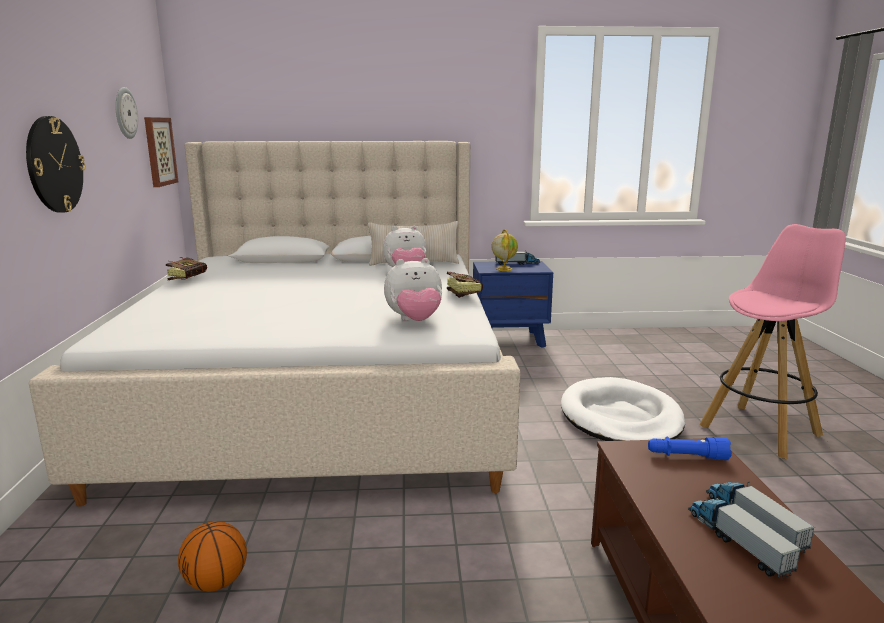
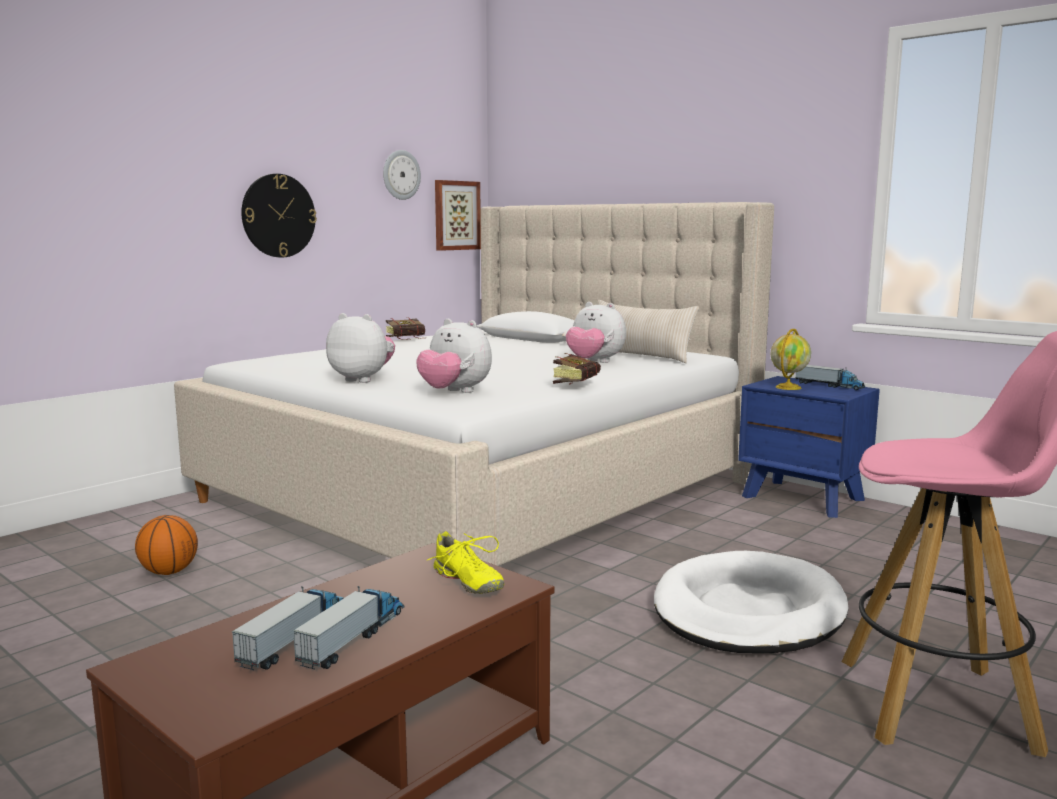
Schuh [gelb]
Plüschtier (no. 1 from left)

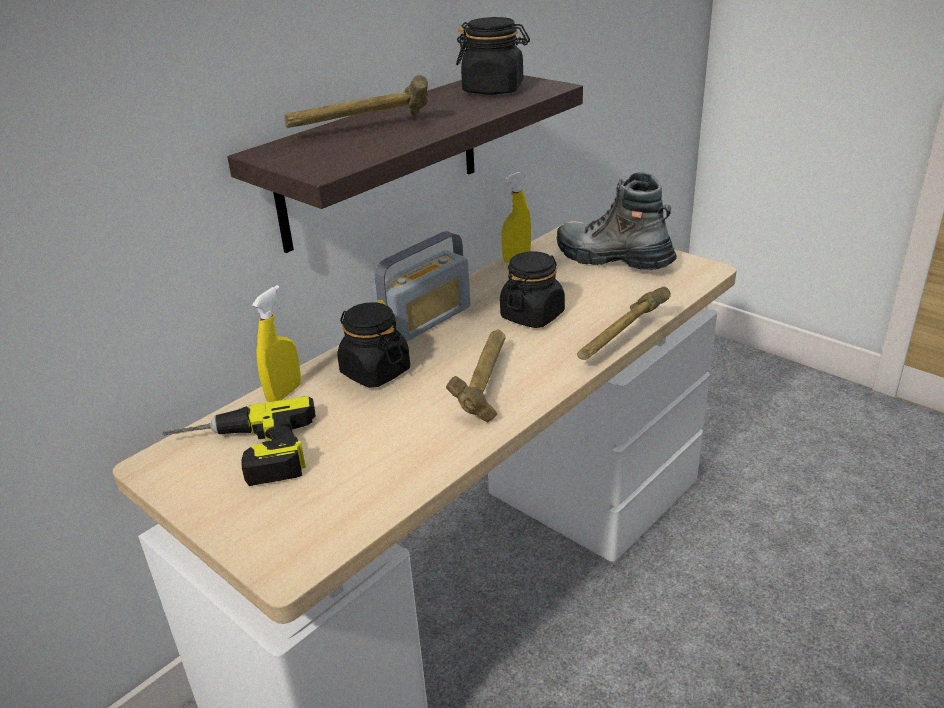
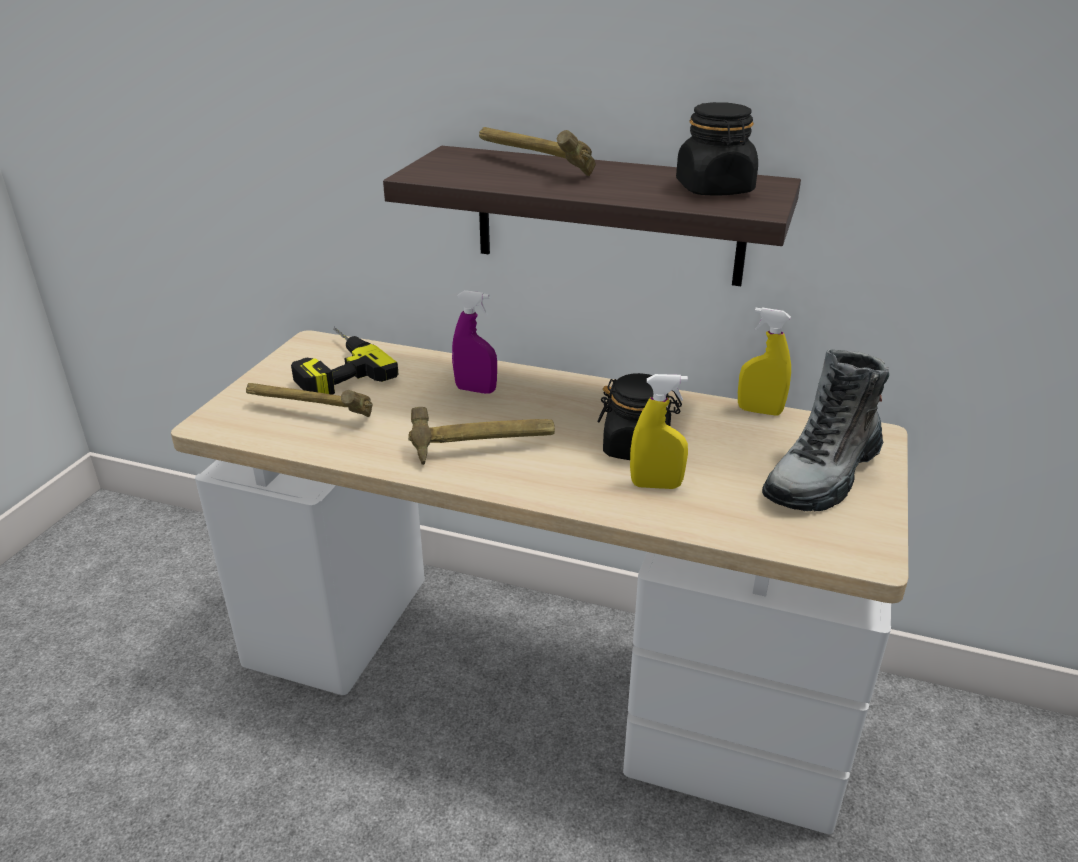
Stiefel
Radio
Sprühflasche [gelb] (no. 1 from left)
Hammer (no. 1 from left)
Sprühflasche [lila]

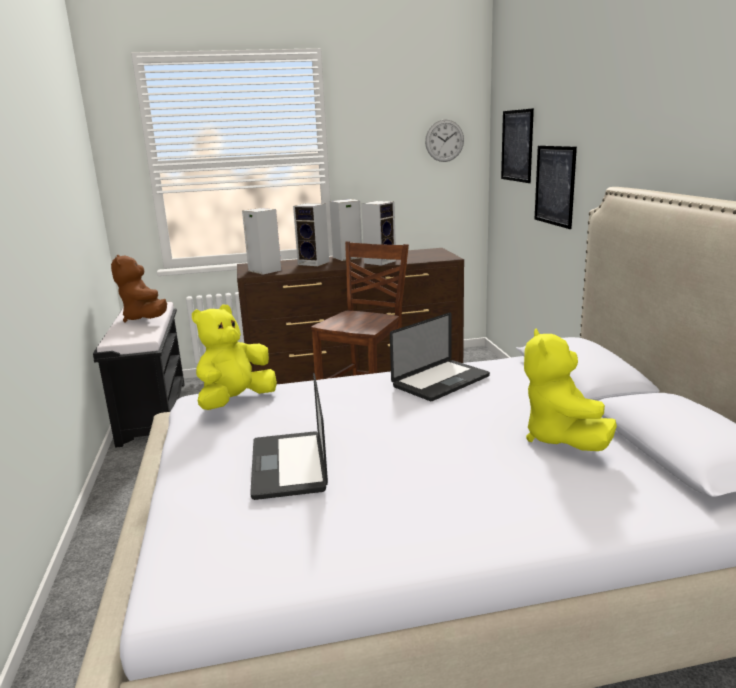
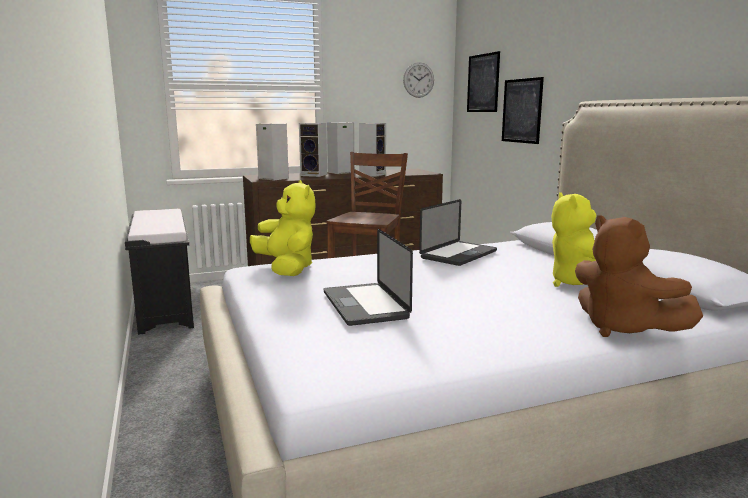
Plüschtier [braun]
Plüschtier [gelb] (no. 1 from left)

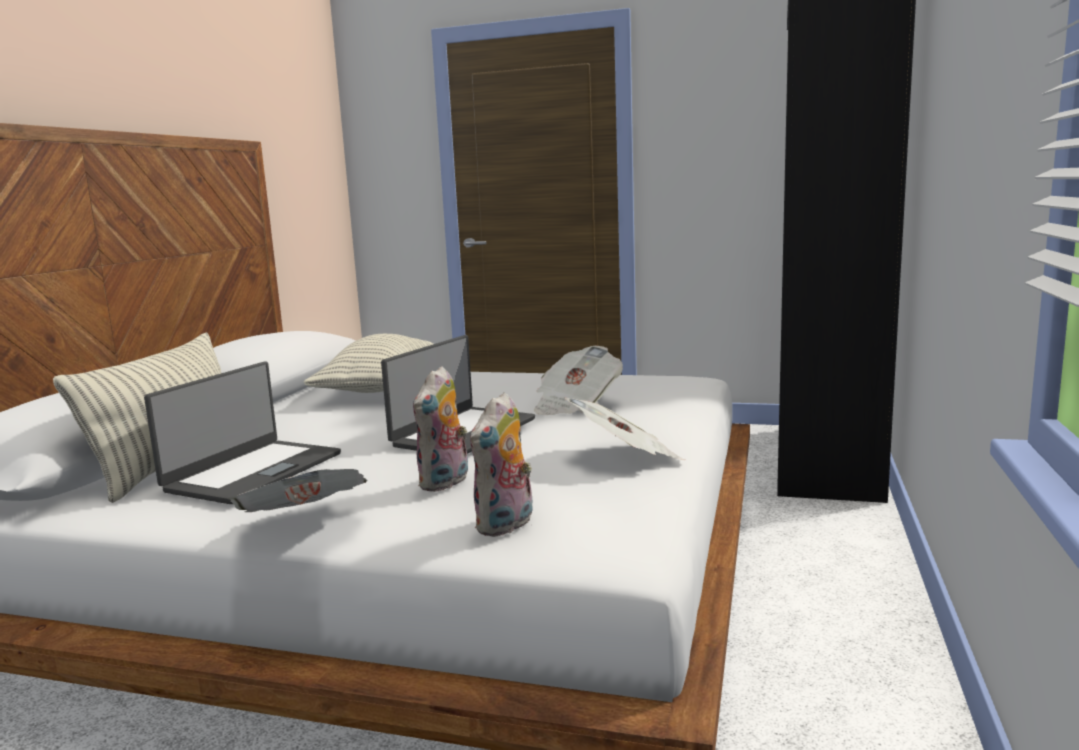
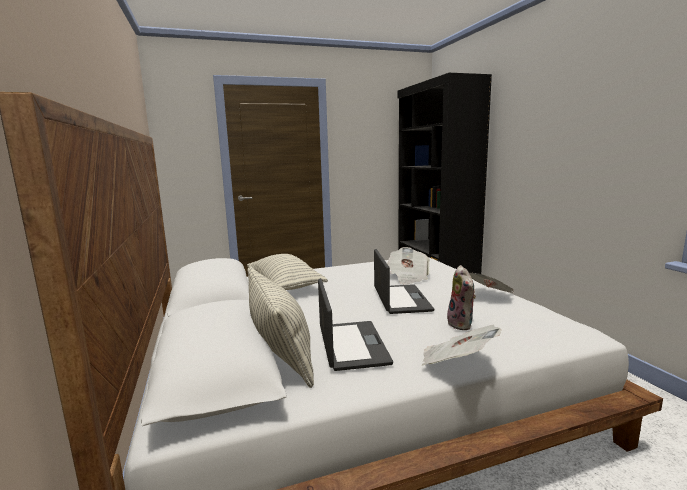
Plüschtier (no. 2 from left in the first image)

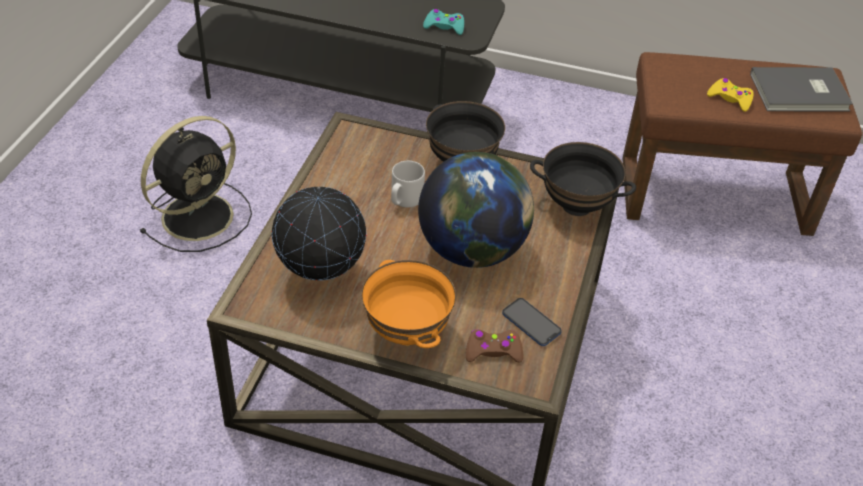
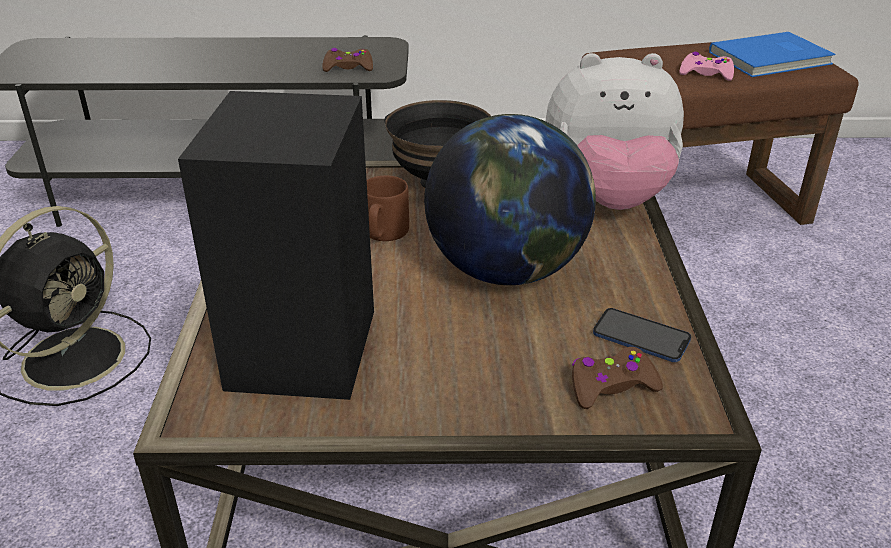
Gamepad [braun] (no. 1 from left)
Buch [blau]
Gamepad [rosa]
Plüschtier
Henkelbecher [braun]
Lautsprecher [schwarz]
Schüssel [orange]

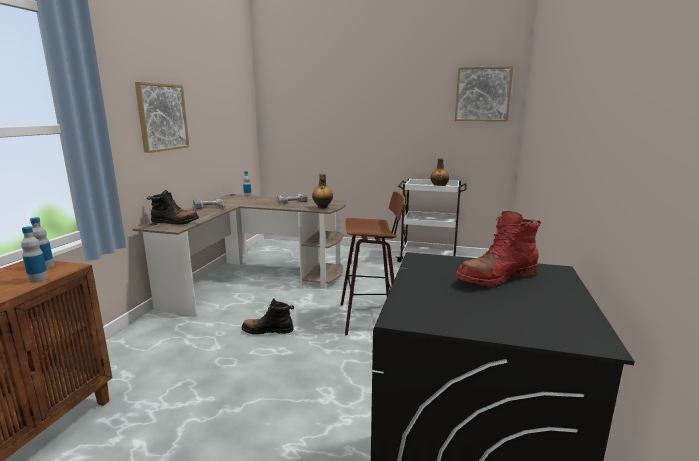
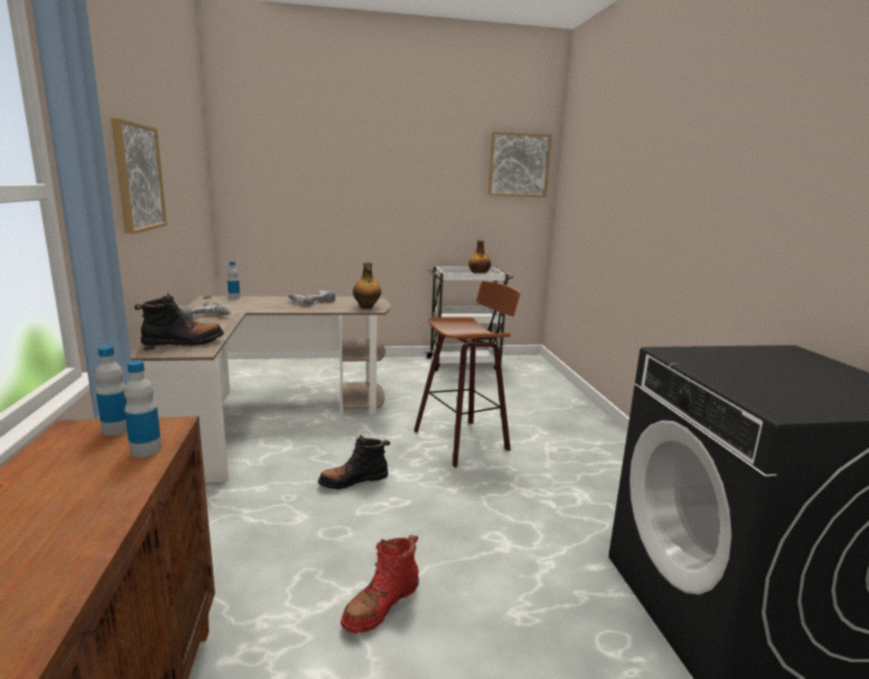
Stiefel [rot]

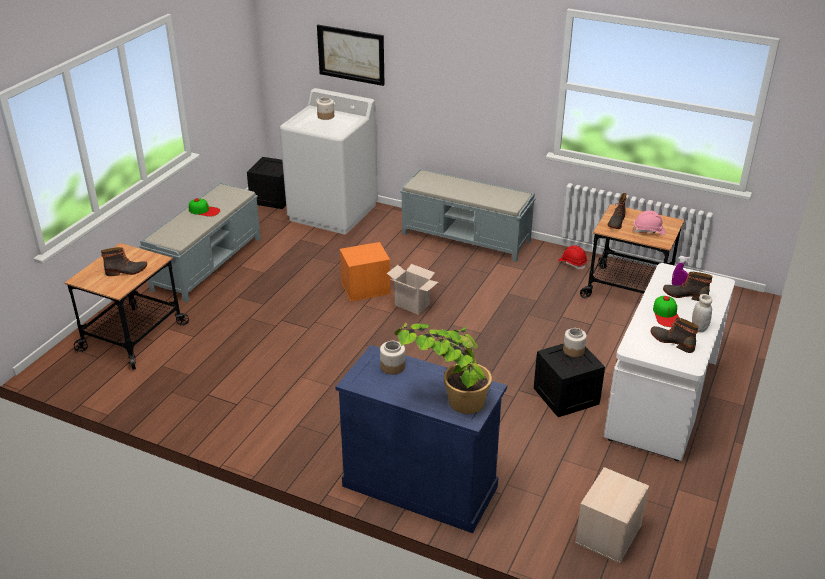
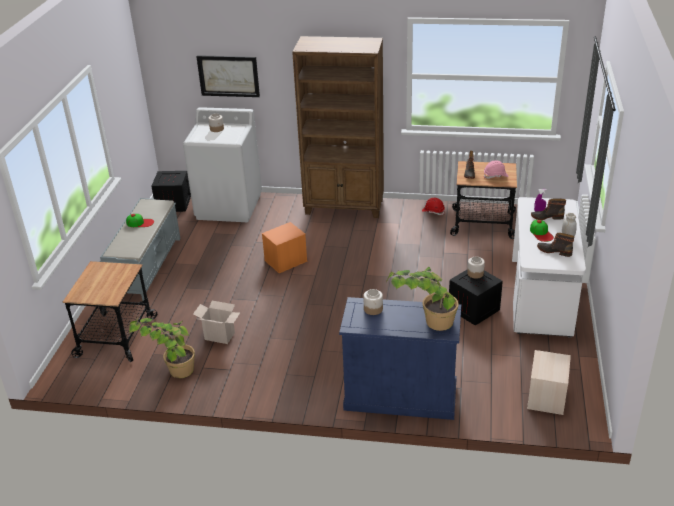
Bücherregal [braun]
Stiefel (no. 1 from left in the first image)
Karton
Topfpflanze (no. 1 from left)

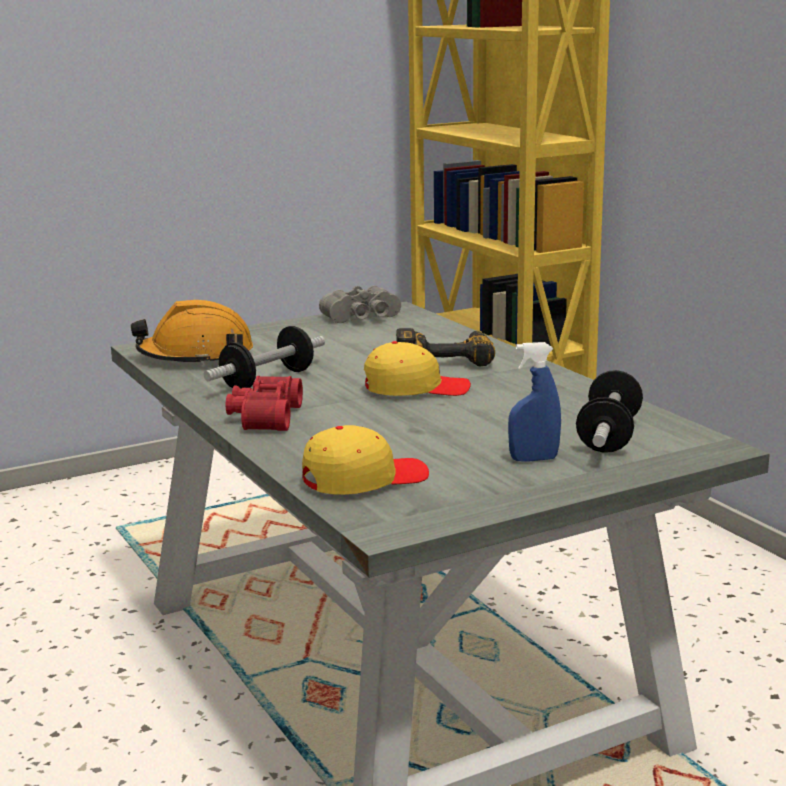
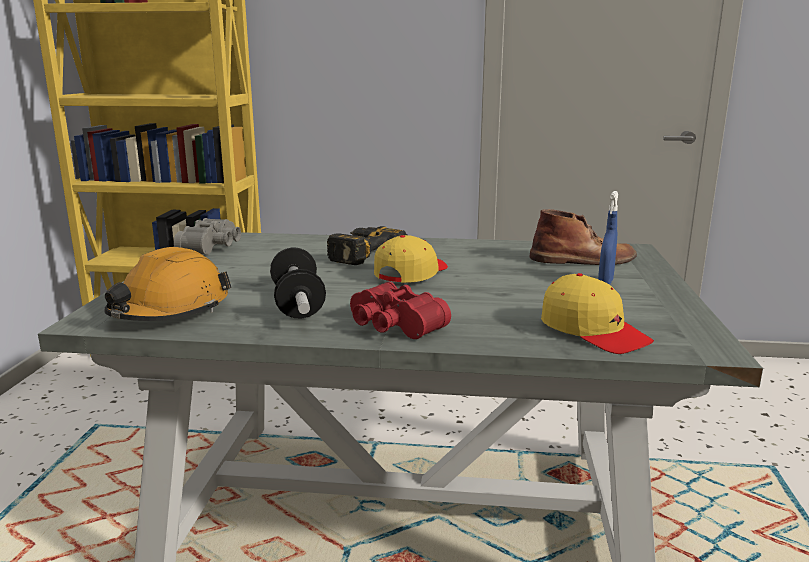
Stiefel [braun]
Kappe [gelb] (no. 2 from left)

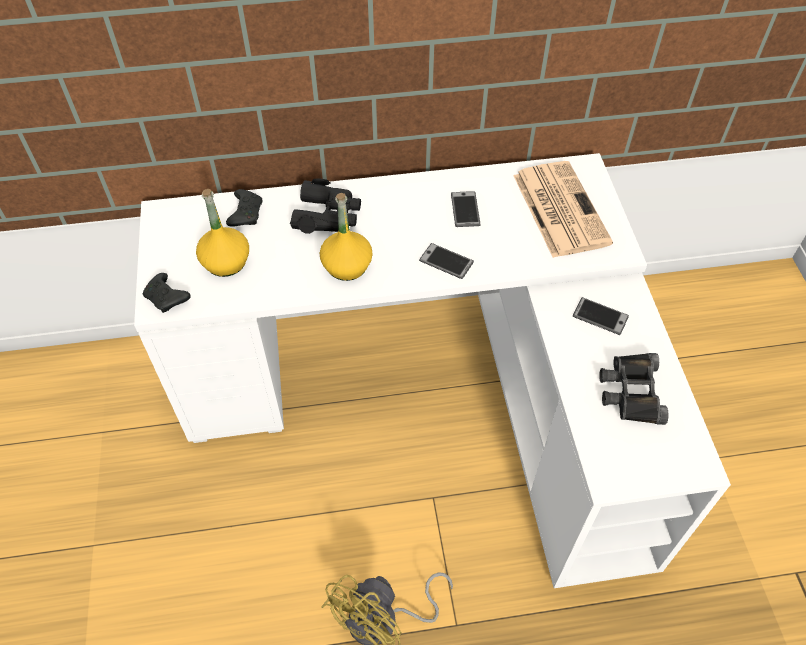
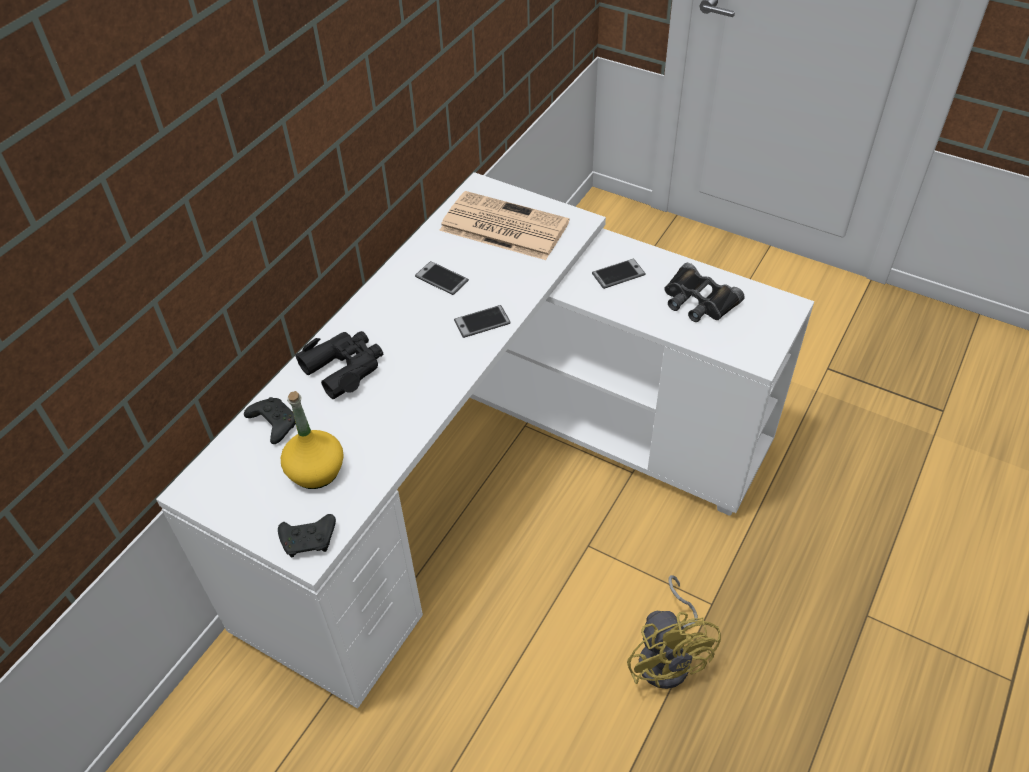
Flasche [gelb] (no. 2 from left in the first image)

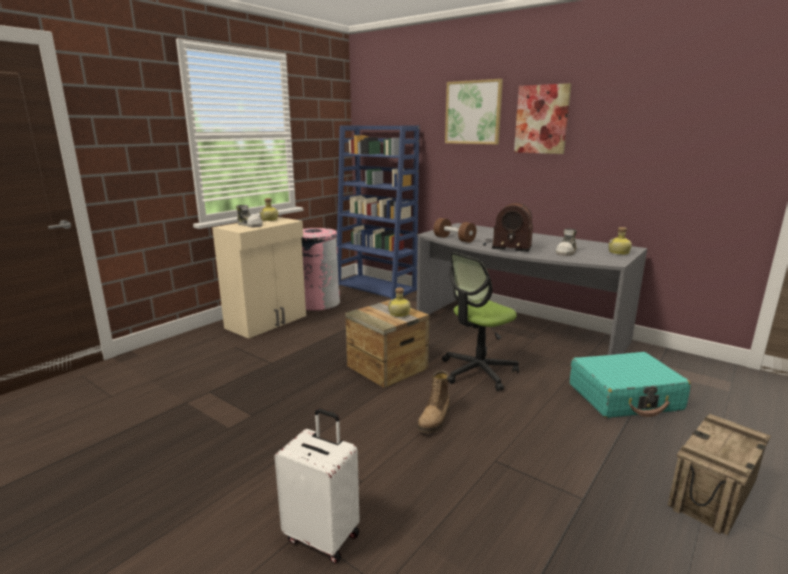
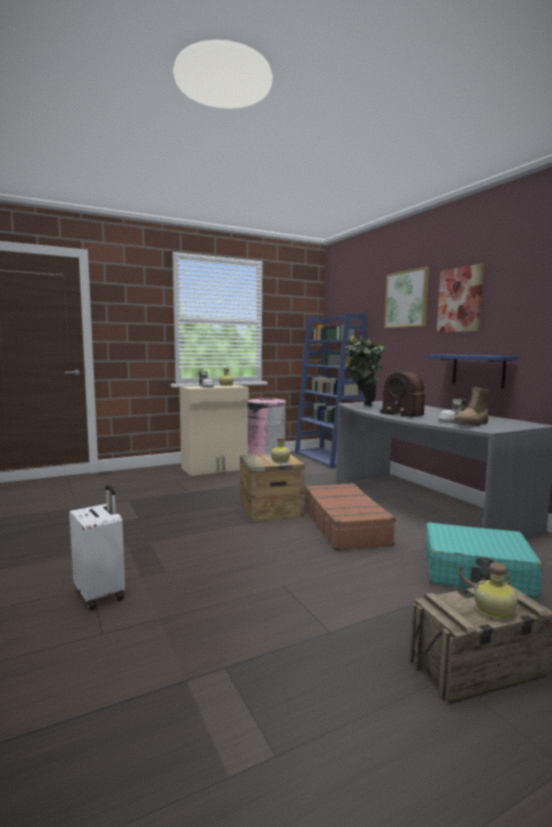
Topfpflanze
Flasche (no. 3 from left)
Koffer [braun]
Stiefel
Wandregal [blau]

